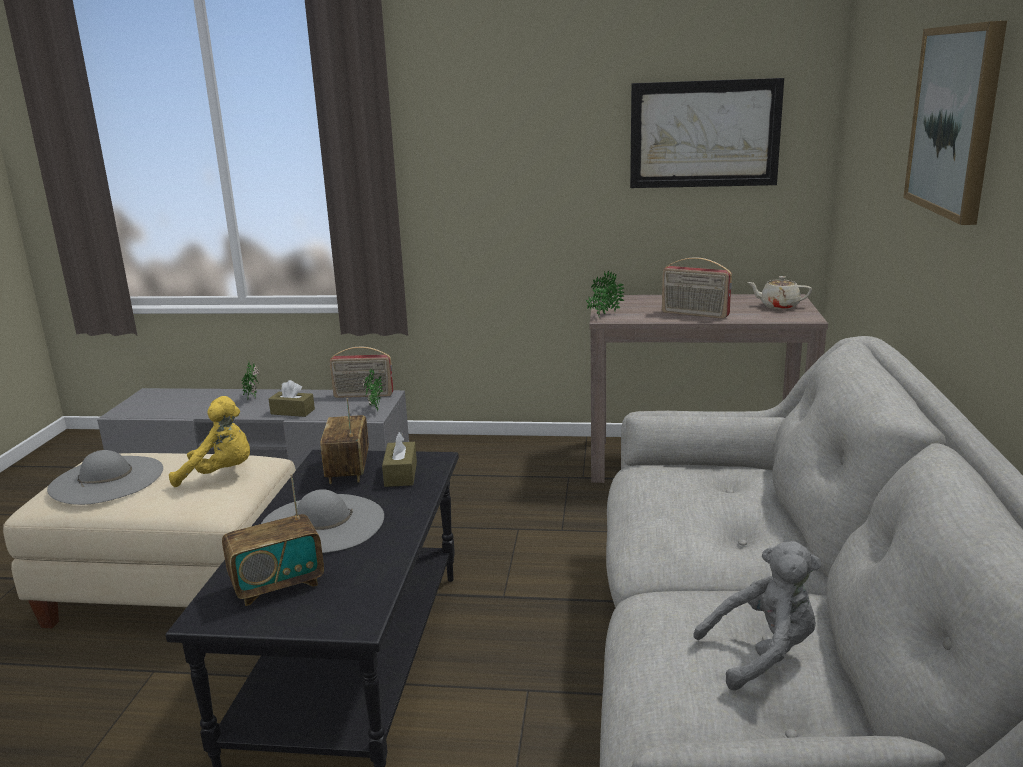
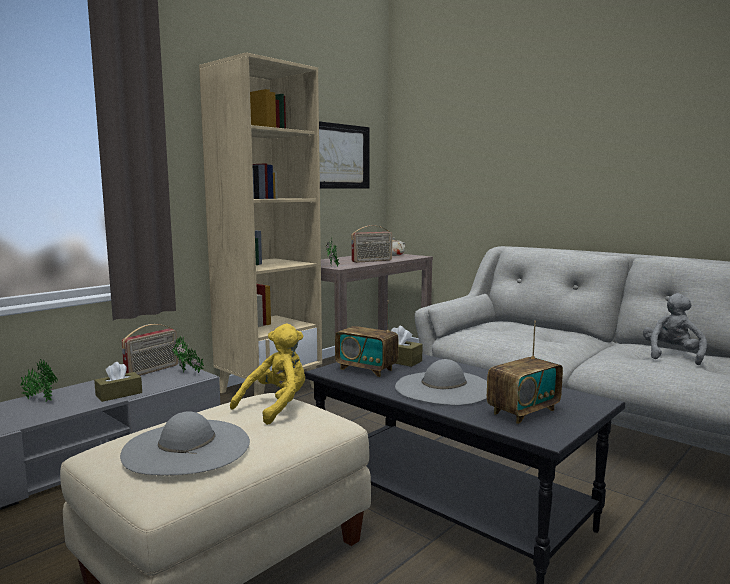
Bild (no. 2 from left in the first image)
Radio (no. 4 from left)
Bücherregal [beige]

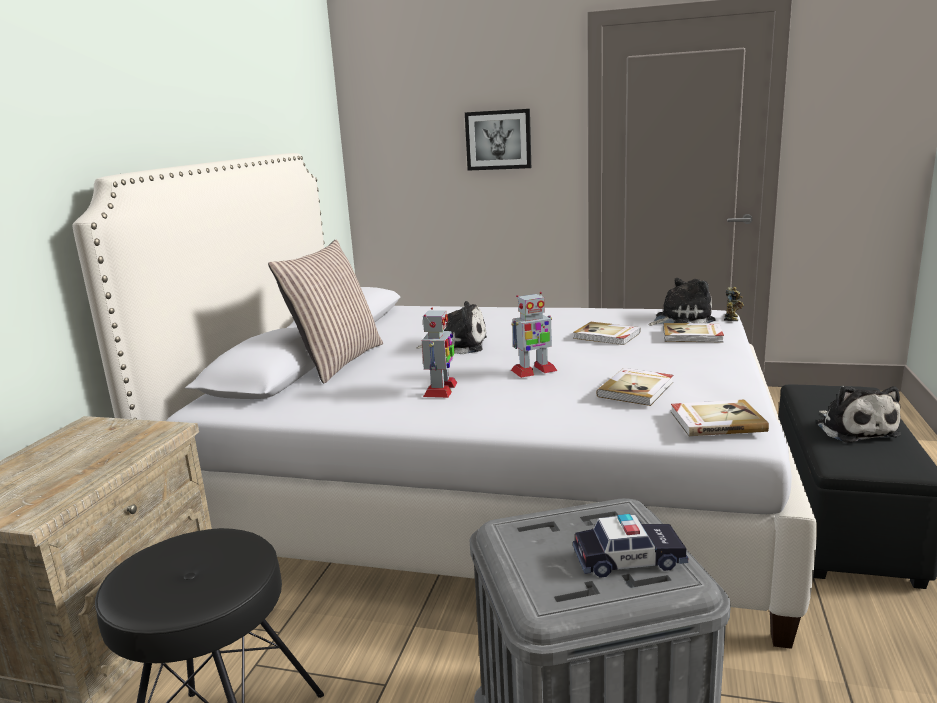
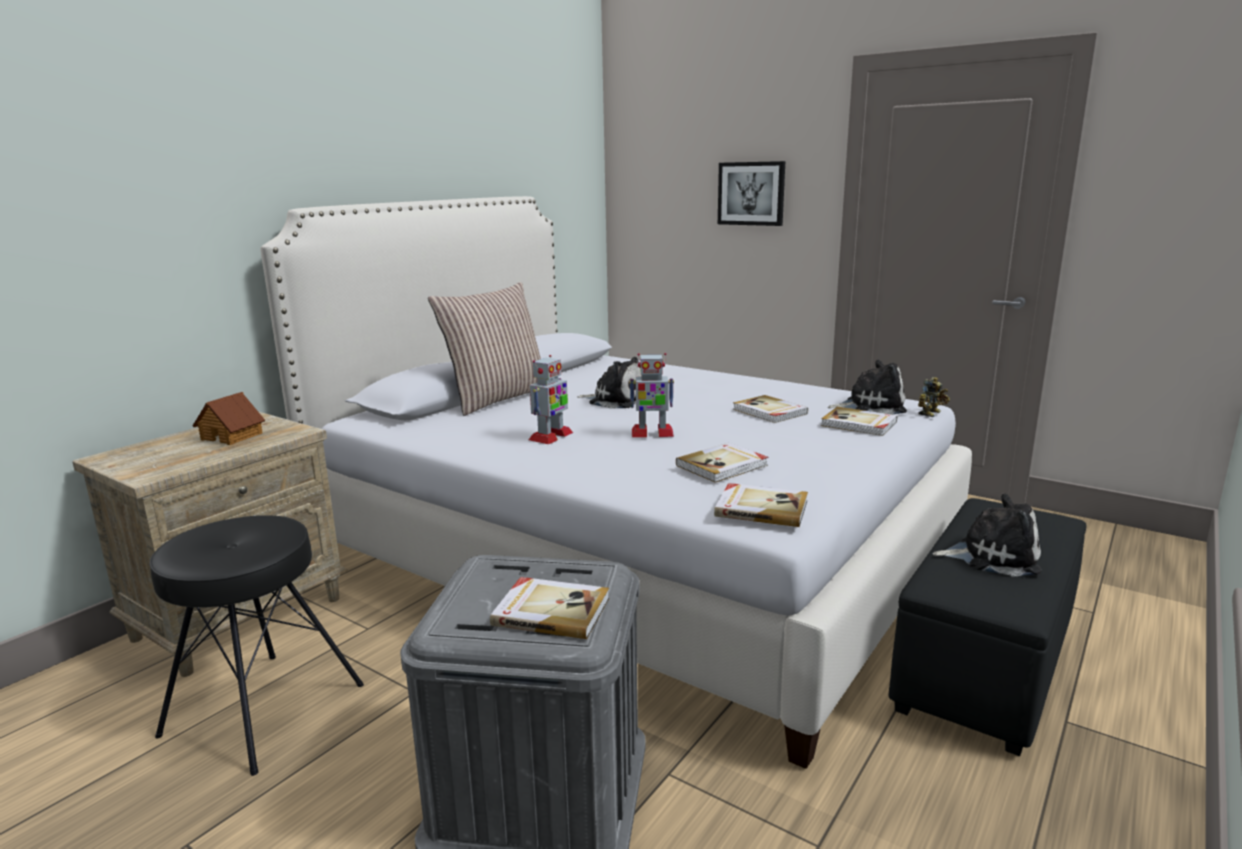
Plüschtier (no. 3 from left)
Buch (no. 1 from left)
Spielzeughaus

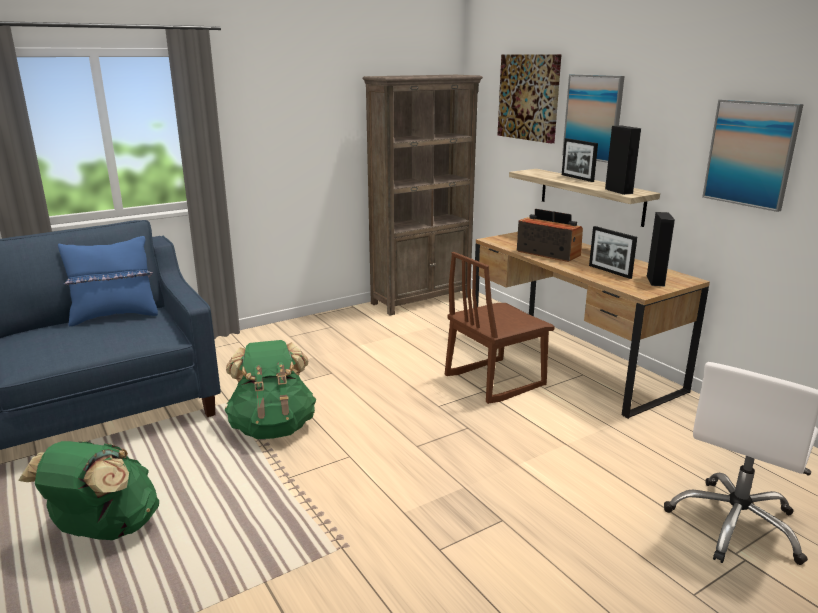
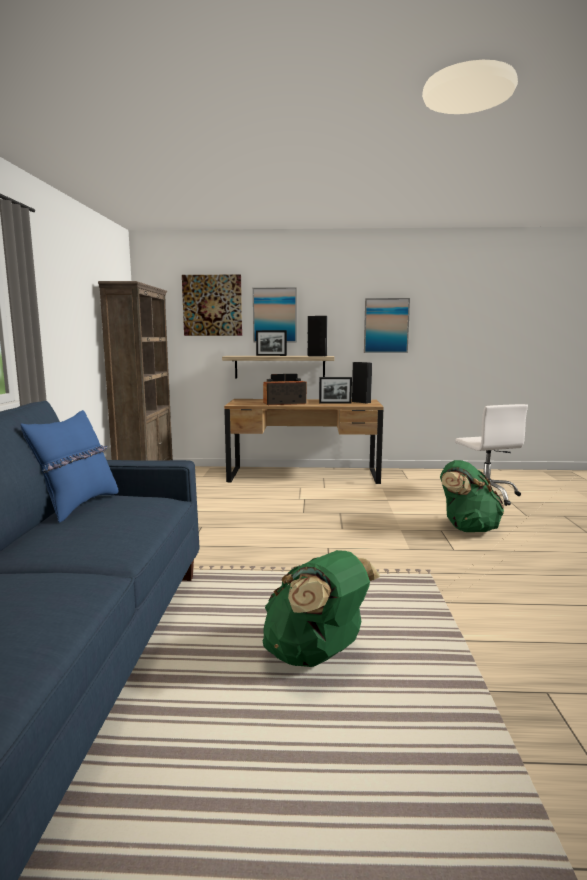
Stuhl [braun]
Rucksack [grün] (no. 2 from left)

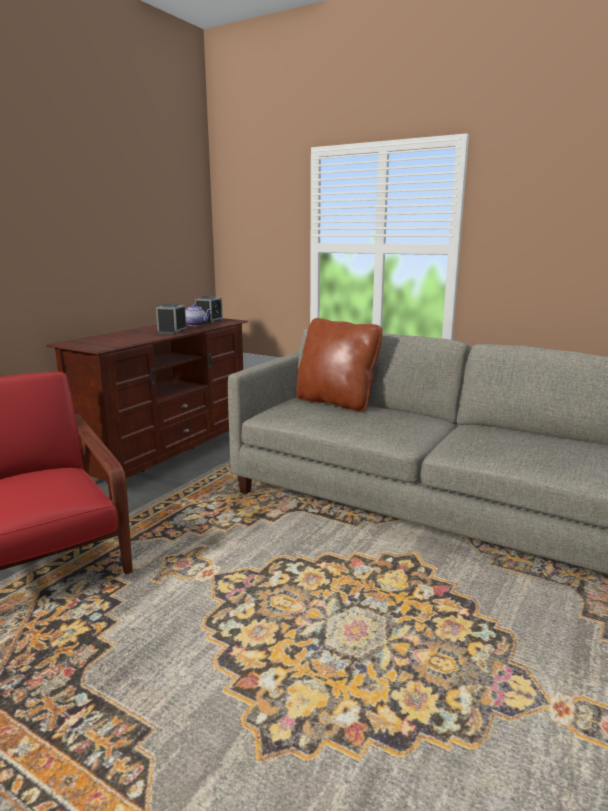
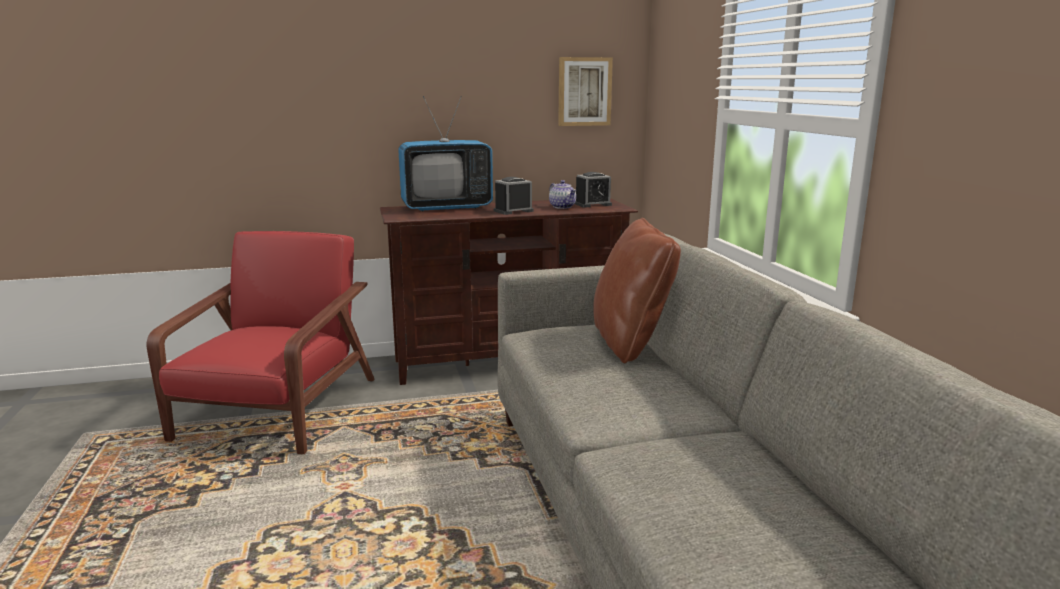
Bild
Fernseher

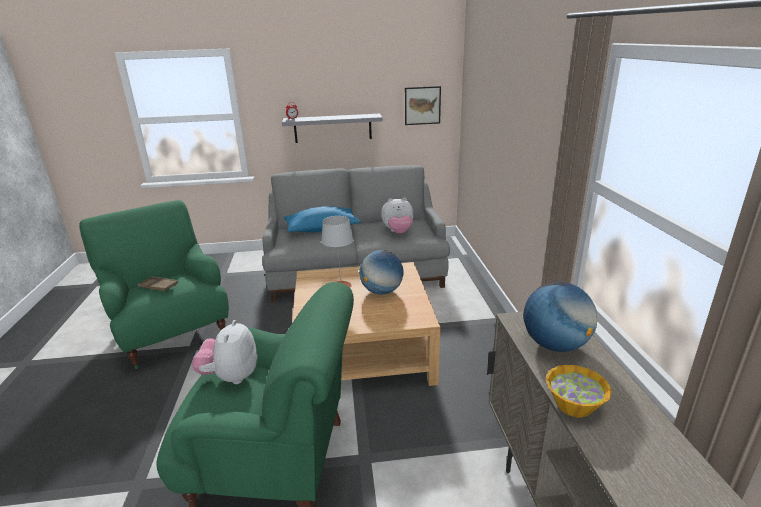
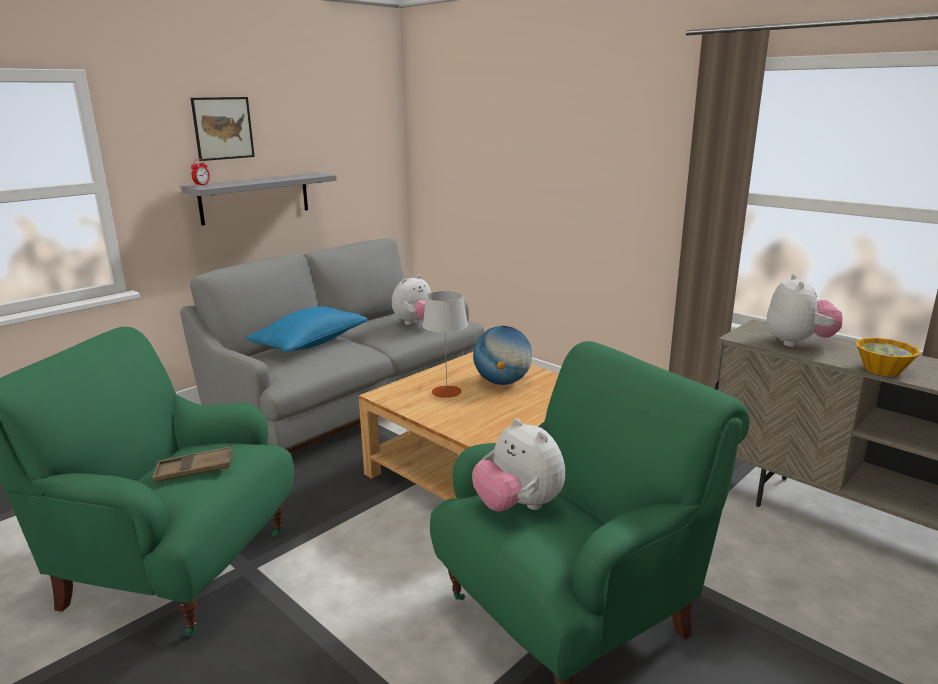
Bild
Plüschtier (no. 3 from left)

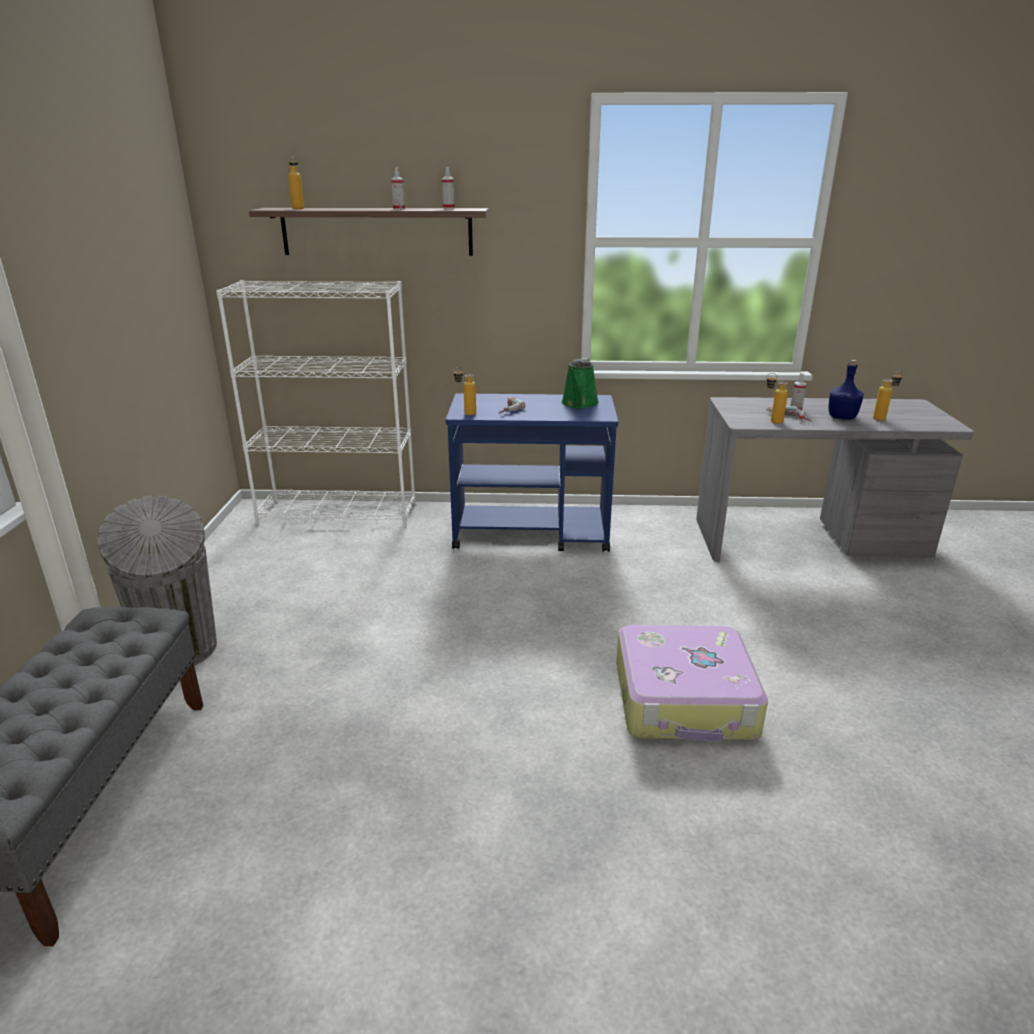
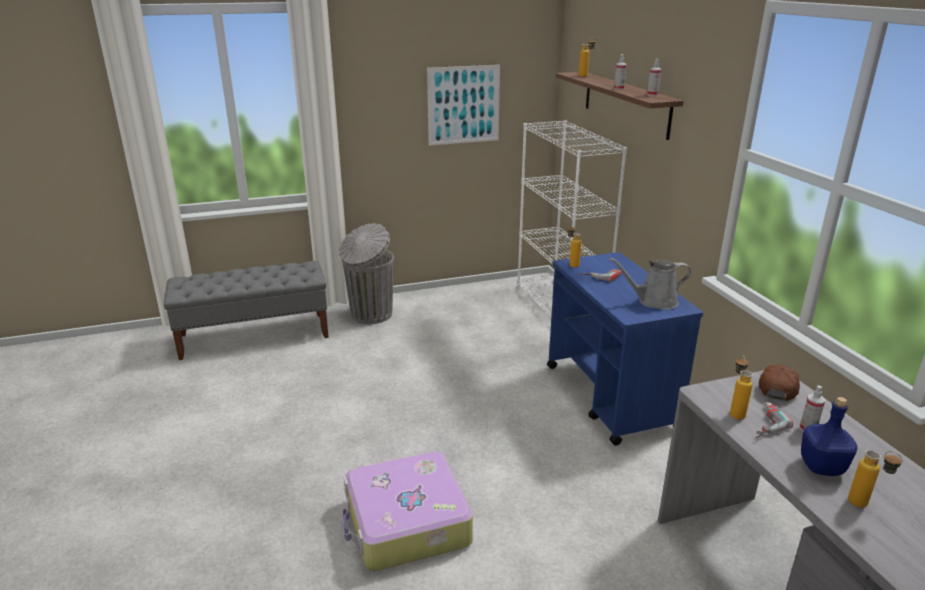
Gießkanne [grau]
Bild
Kappe [braun]

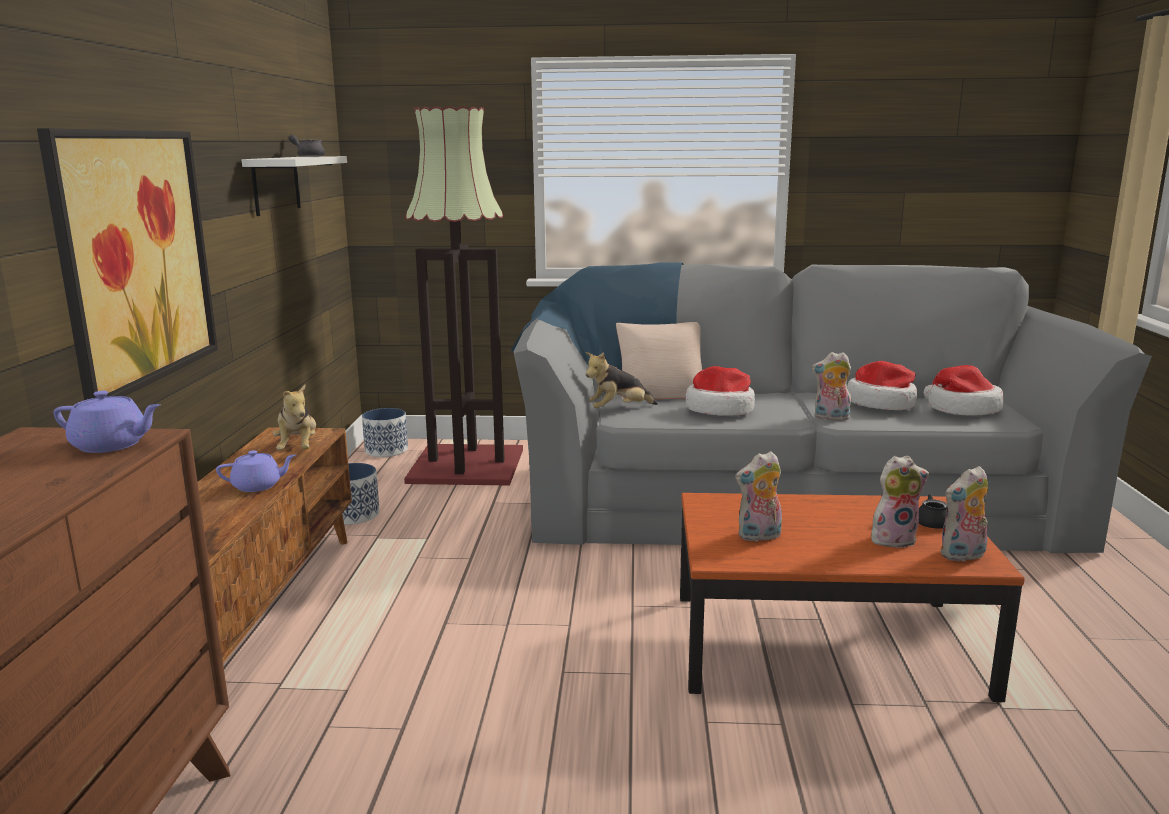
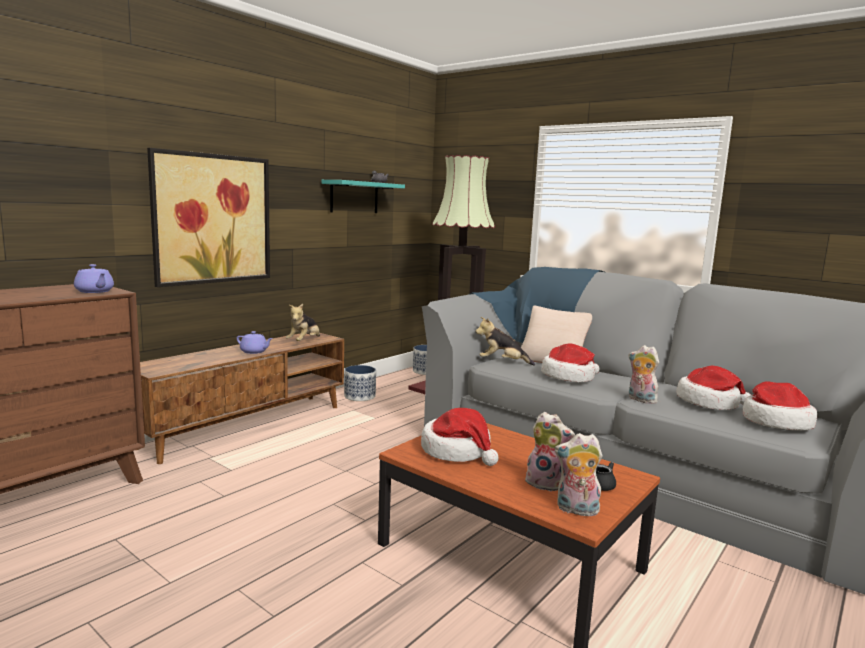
Wandregal [türkis]
Hut (no. 1 from left)

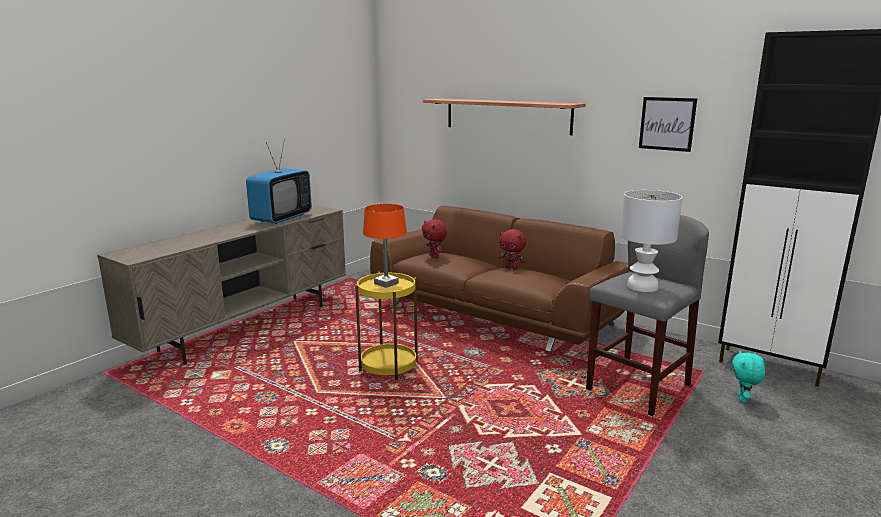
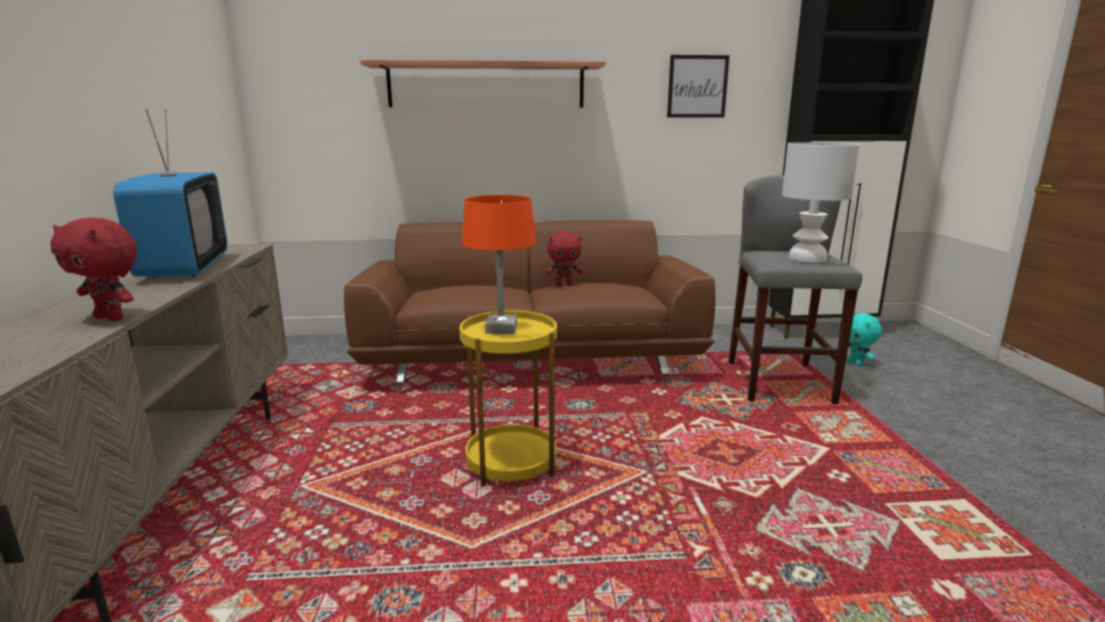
Plüschtier [rot] (no. 1 from left)

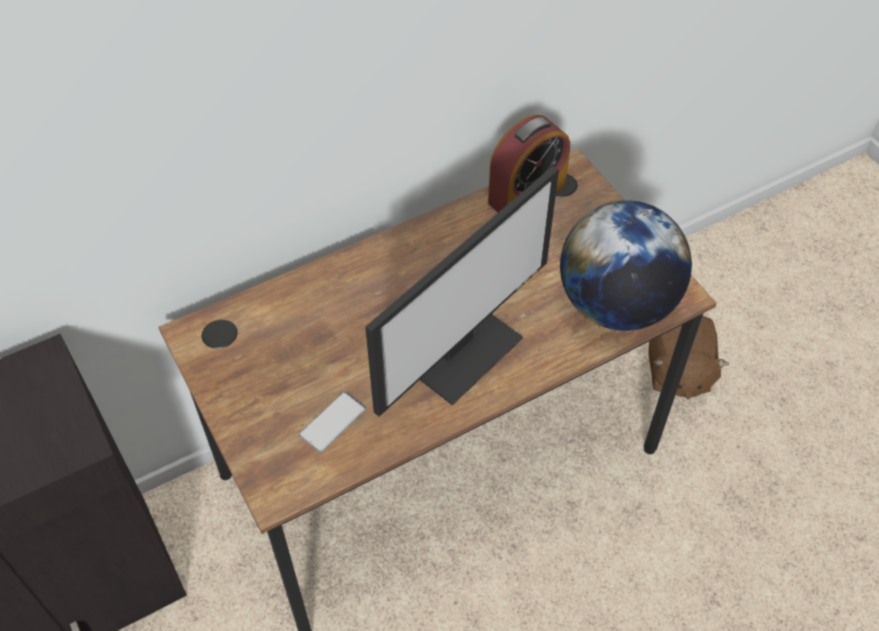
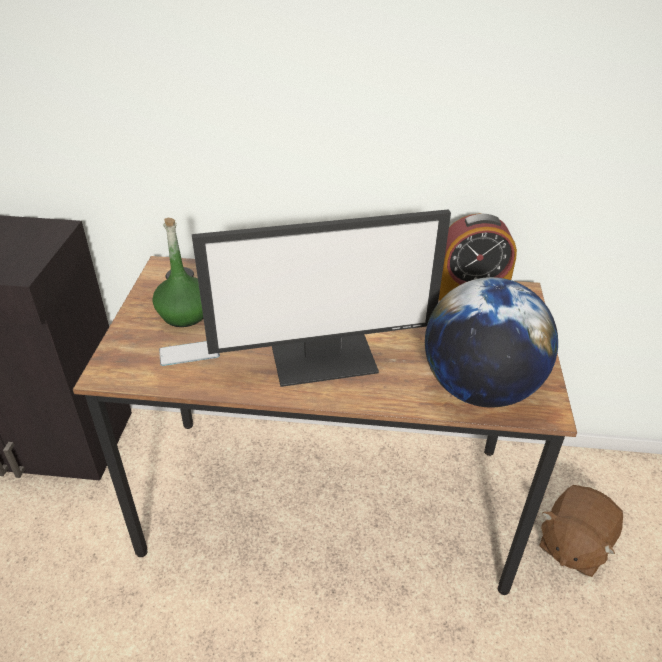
Flasche [grün]

